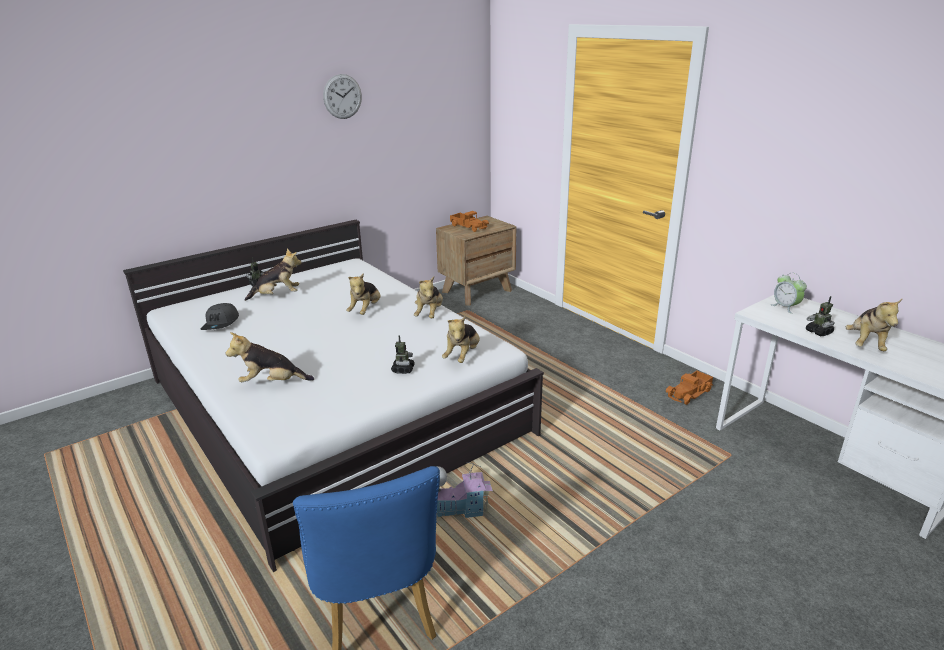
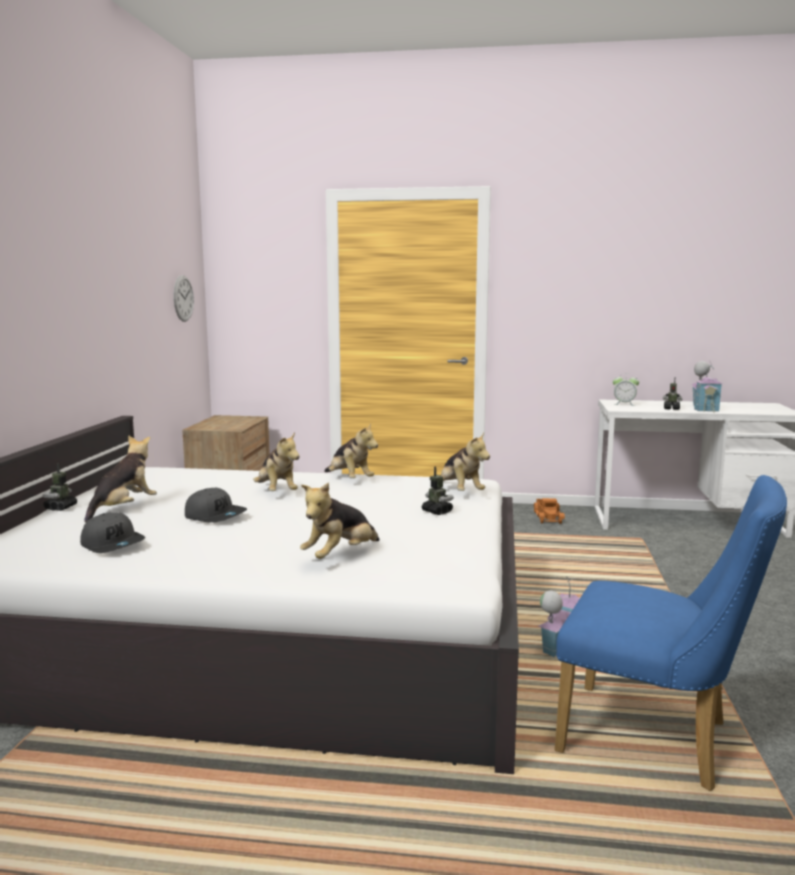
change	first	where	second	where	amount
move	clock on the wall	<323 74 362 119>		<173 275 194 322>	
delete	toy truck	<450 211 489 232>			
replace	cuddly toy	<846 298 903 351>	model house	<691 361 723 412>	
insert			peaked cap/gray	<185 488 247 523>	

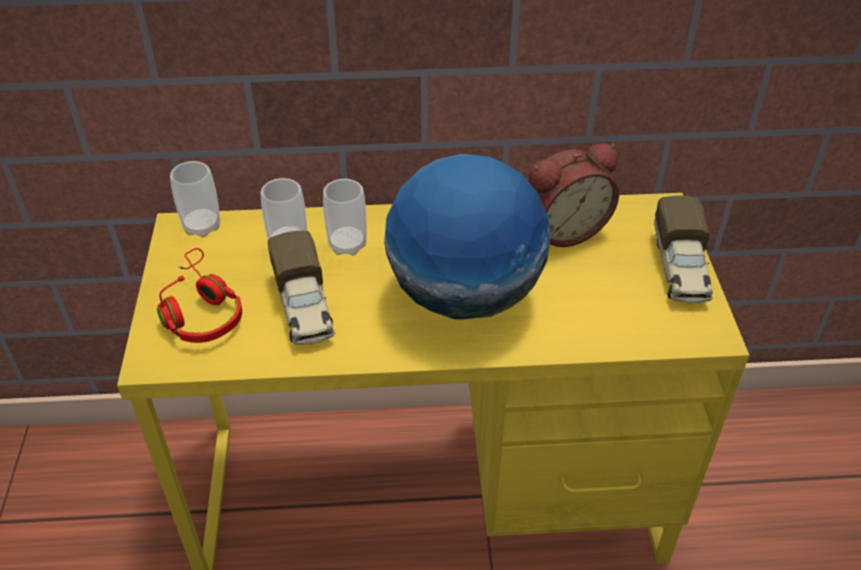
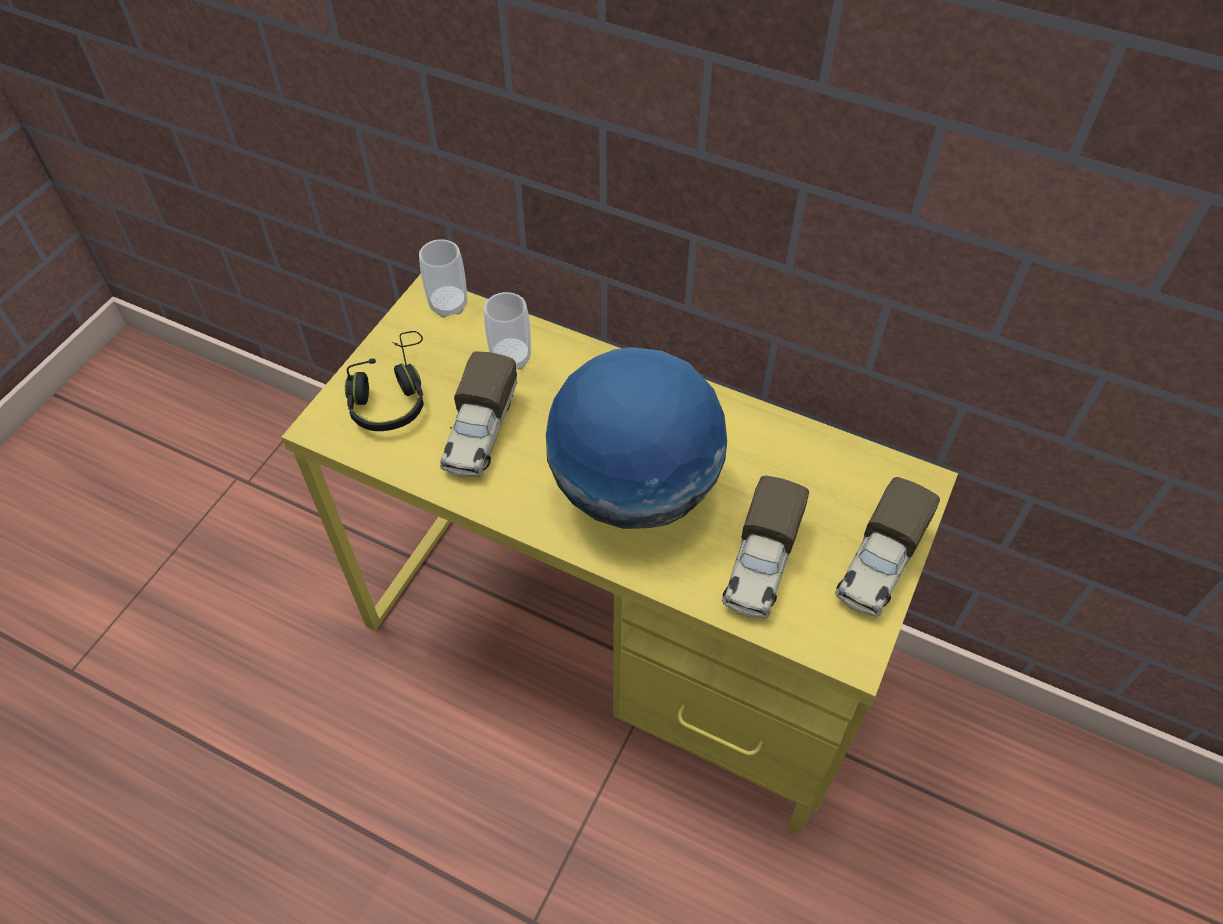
change	first	where	second	where	amount
recolor	pair of headphones/red-coloured	<157 248 242 343>	pair of headphones/black-coloured	<345 331 424 431>	
delete	small cup	<323 179 367 256>			
delete	table clock	<527 143 619 247>			
insert			toy truck	<722 475 809 618>	

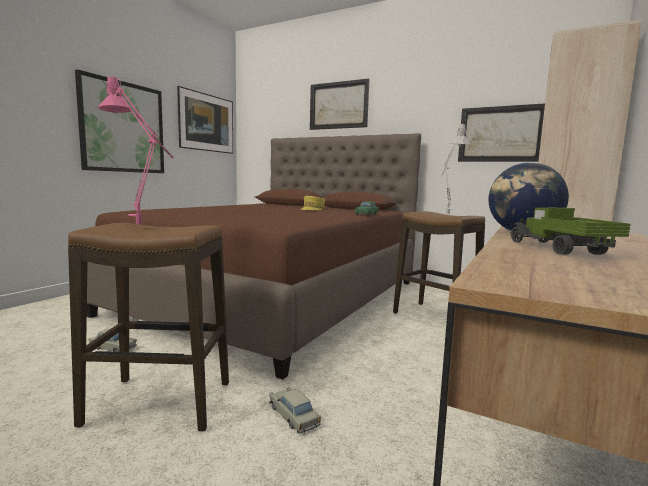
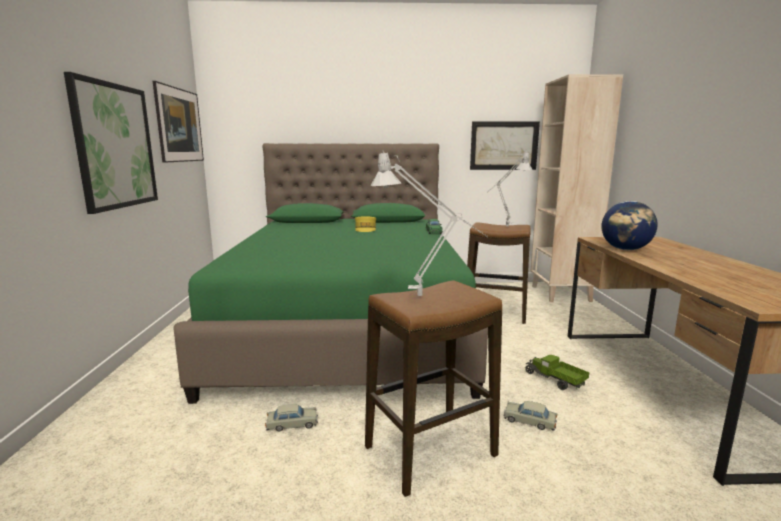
change	first	where	second	where	amount
recolor	bed/brownish	<87 133 421 379>	bed/green	<174 143 488 404>	
recolor	table lamp/pinkish	<98 75 174 225>	table lamp/gray	<370 150 489 296>	
delete	picture	<310 79 369 130>			
move	toy truck	<510 207 631 255>		<525 355 589 390>	

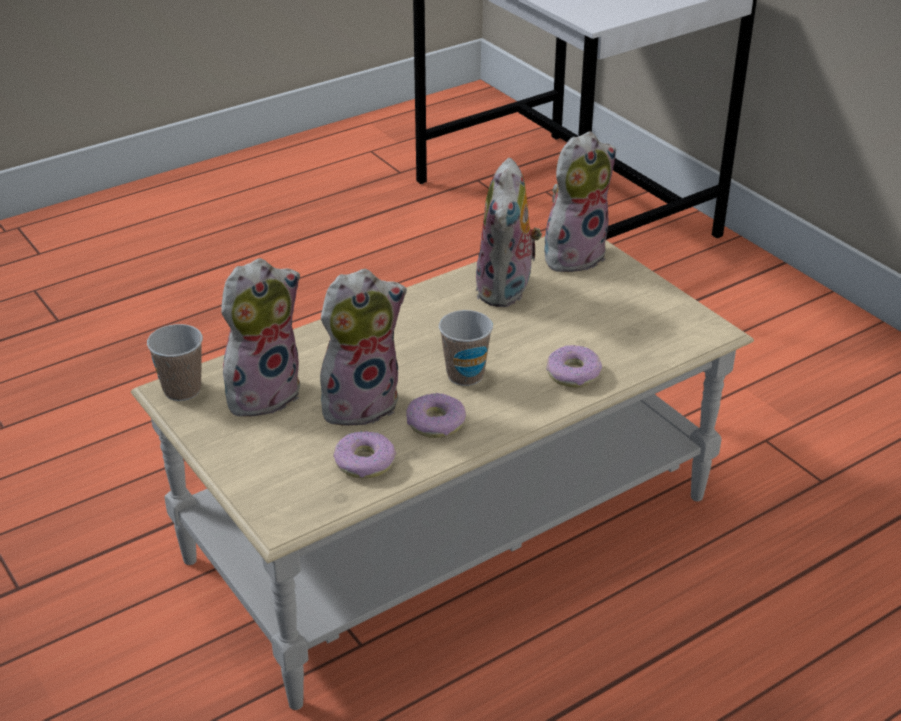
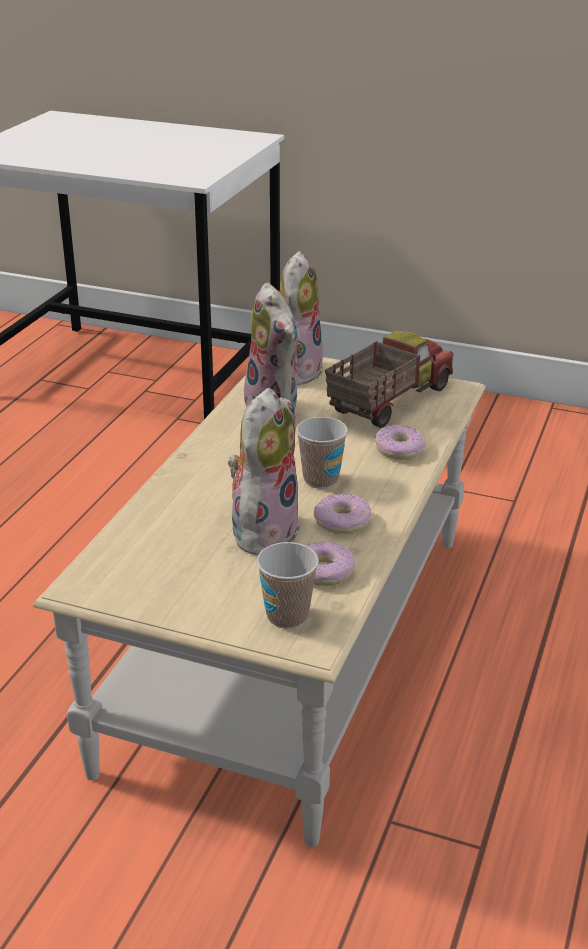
change	first	where	second	where	amount
move	small cup	<147 324 203 401>		<257 542 319 629>	
delete	cuddly toy	<221 258 300 417>			
insert			toy truck	<325 331 453 428>	

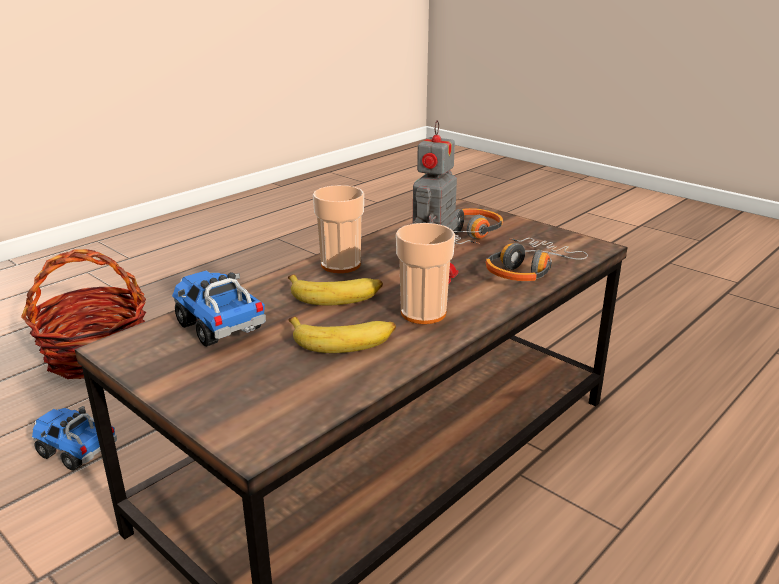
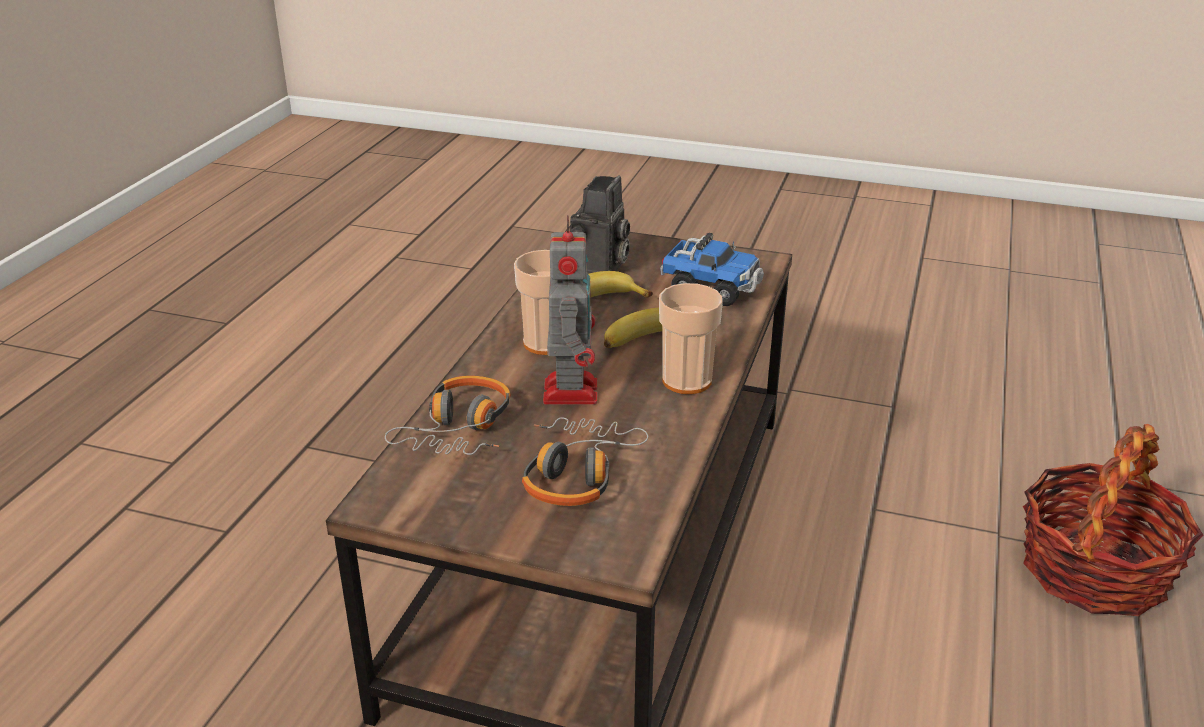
change	first	where	second	where	amount
delete	toy truck	<32 406 117 471>			
insert			photo camera	<570 175 630 274>	

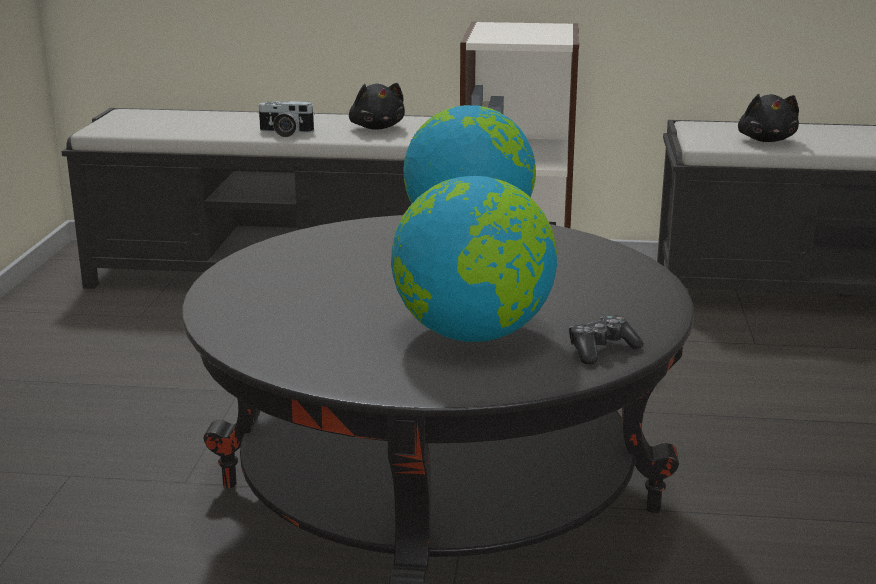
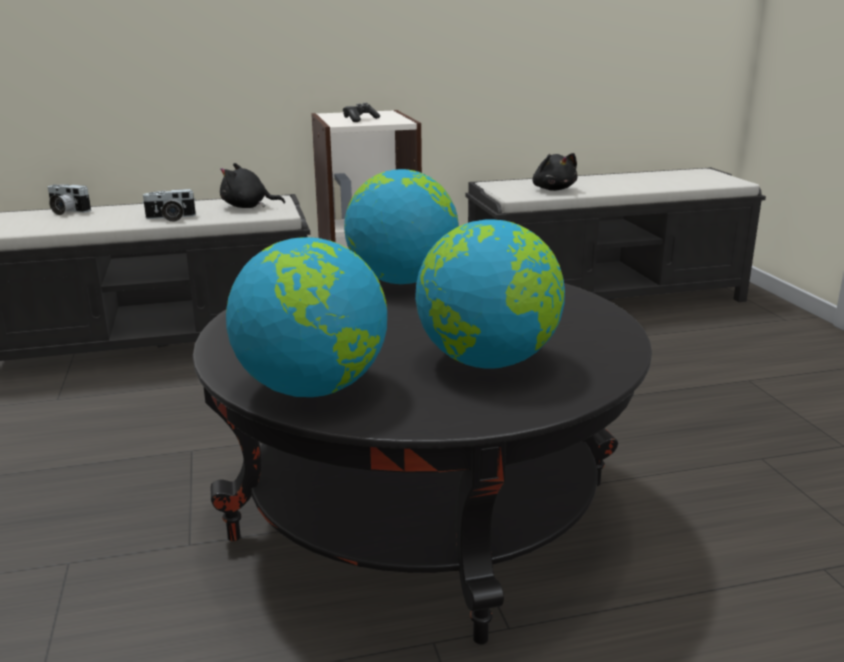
change	first	where	second	where	amount
rotate	cuddly toy/black-coloured	<349 83 405 130>		<220 163 285 208>	135 degrees clockwise
move	game controller	<569 315 644 365>		<343 103 380 122>	
insert			photo camera	<48 184 91 215>	
insert			desk globe	<226 237 387 397>	

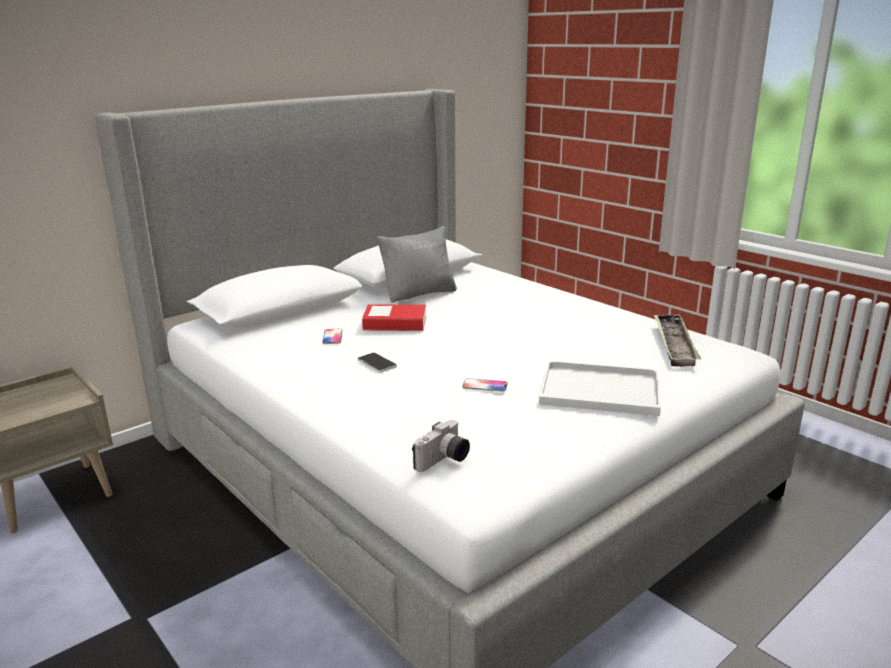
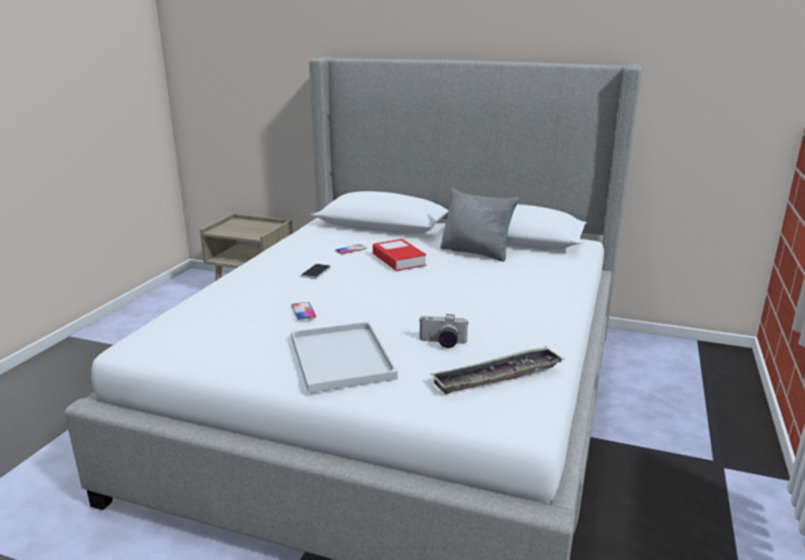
change	first	where	second	where	amount
move	photo camera	<412 420 470 472>		<419 314 469 348>	

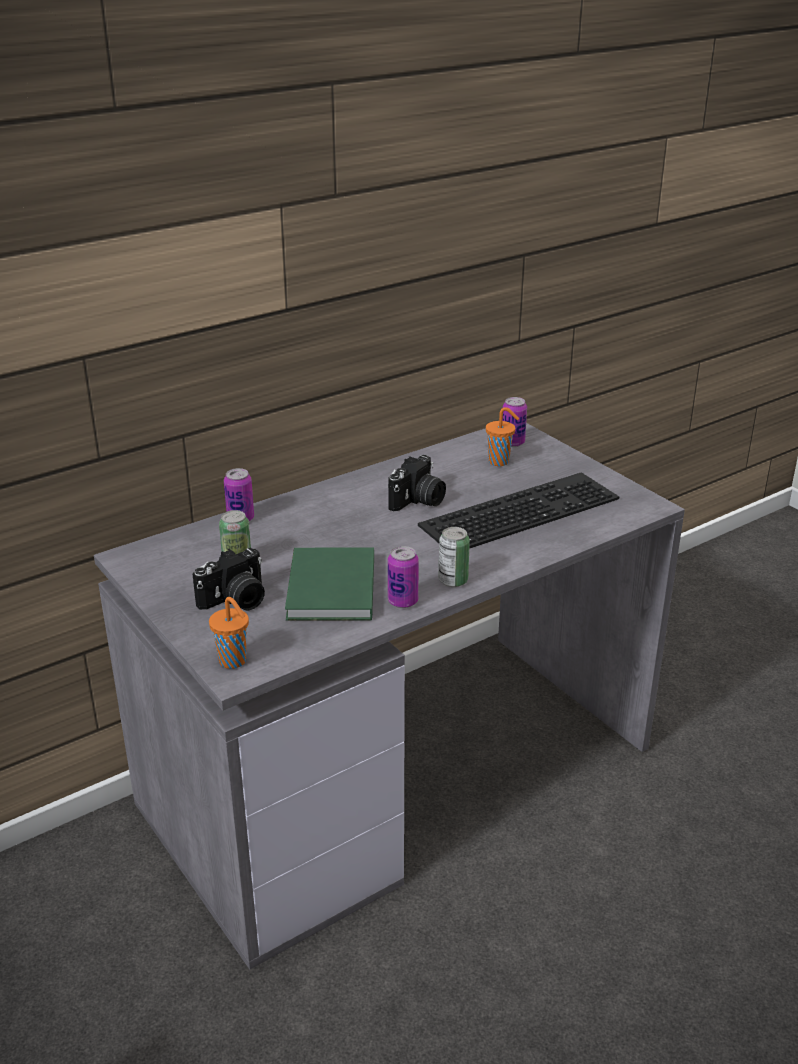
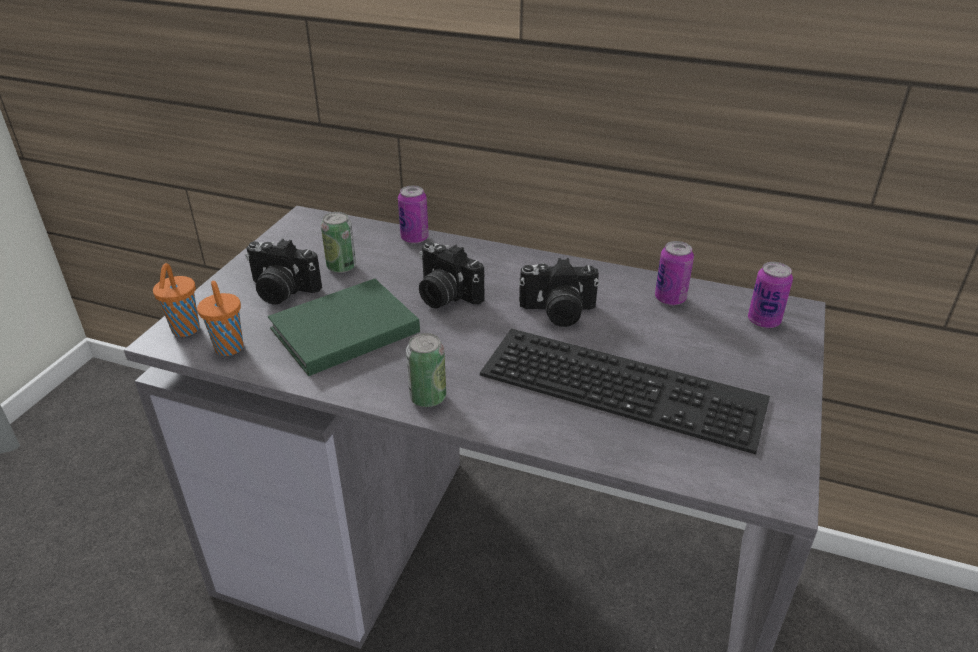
change	first	where	second	where	amount
move	sealed can	<388 546 419 608>		<655 241 694 306>	
move	small cup/orangey	<486 407 519 466>		<197 281 243 356>	
insert			photo camera	<419 241 485 308>	

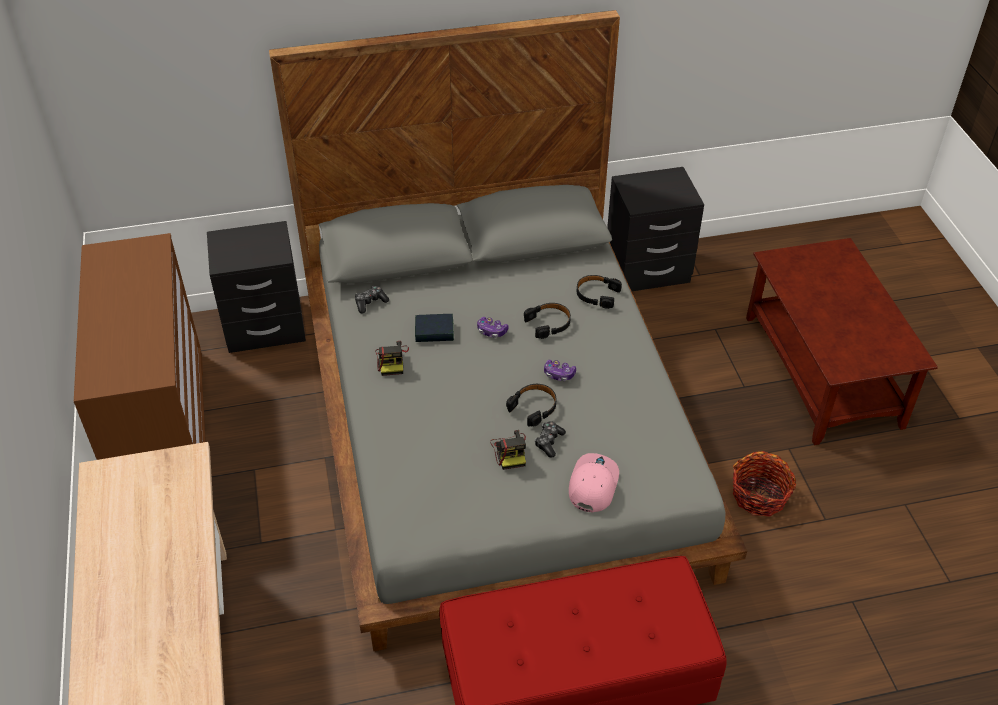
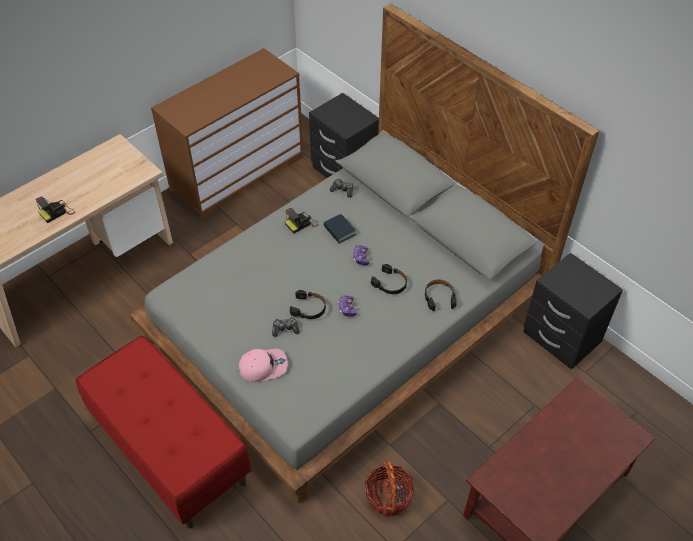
change	first	where	second	where	amount
move	photo camera	<490 430 526 470>		<36 196 75 223>	

